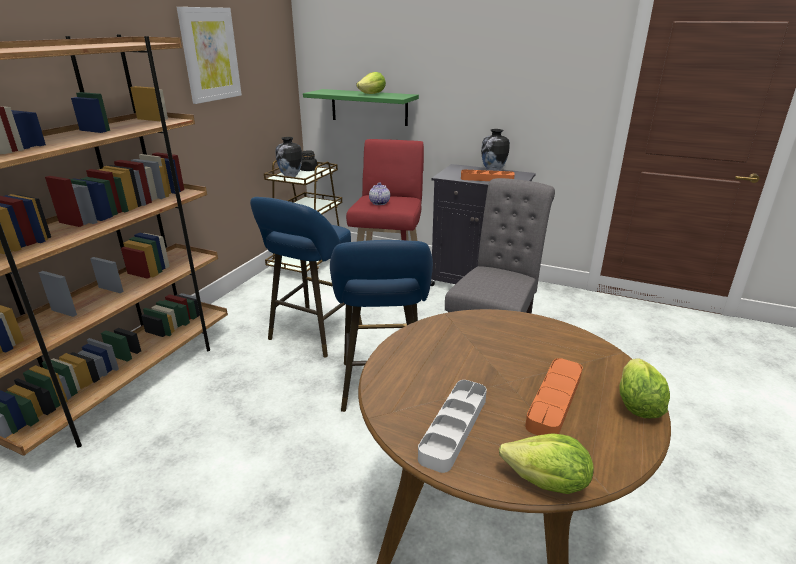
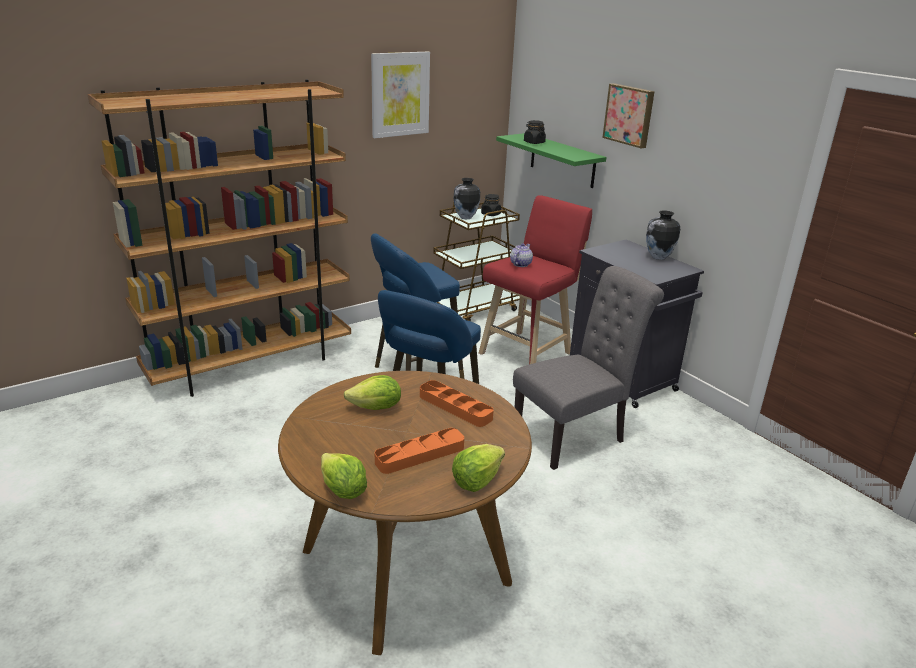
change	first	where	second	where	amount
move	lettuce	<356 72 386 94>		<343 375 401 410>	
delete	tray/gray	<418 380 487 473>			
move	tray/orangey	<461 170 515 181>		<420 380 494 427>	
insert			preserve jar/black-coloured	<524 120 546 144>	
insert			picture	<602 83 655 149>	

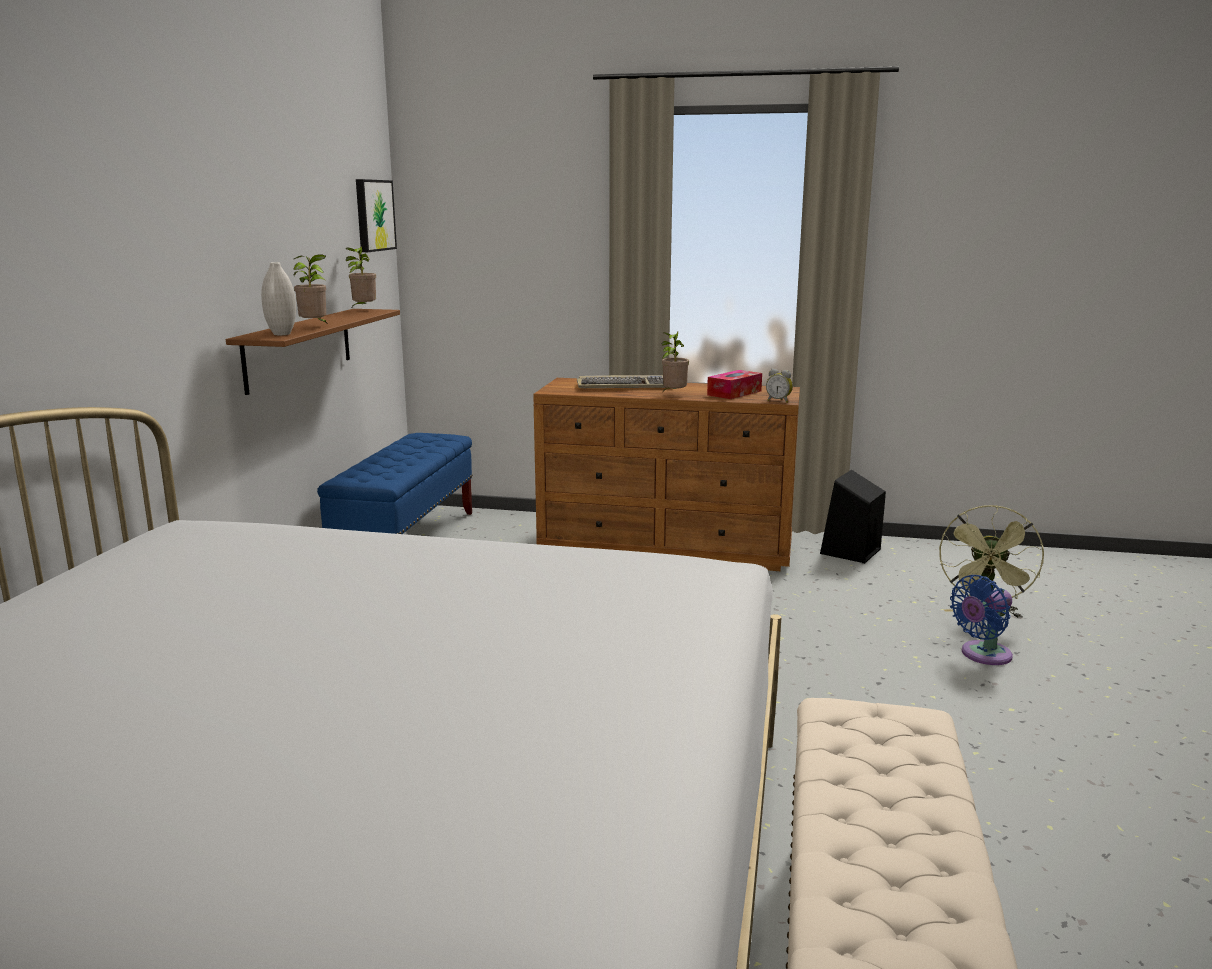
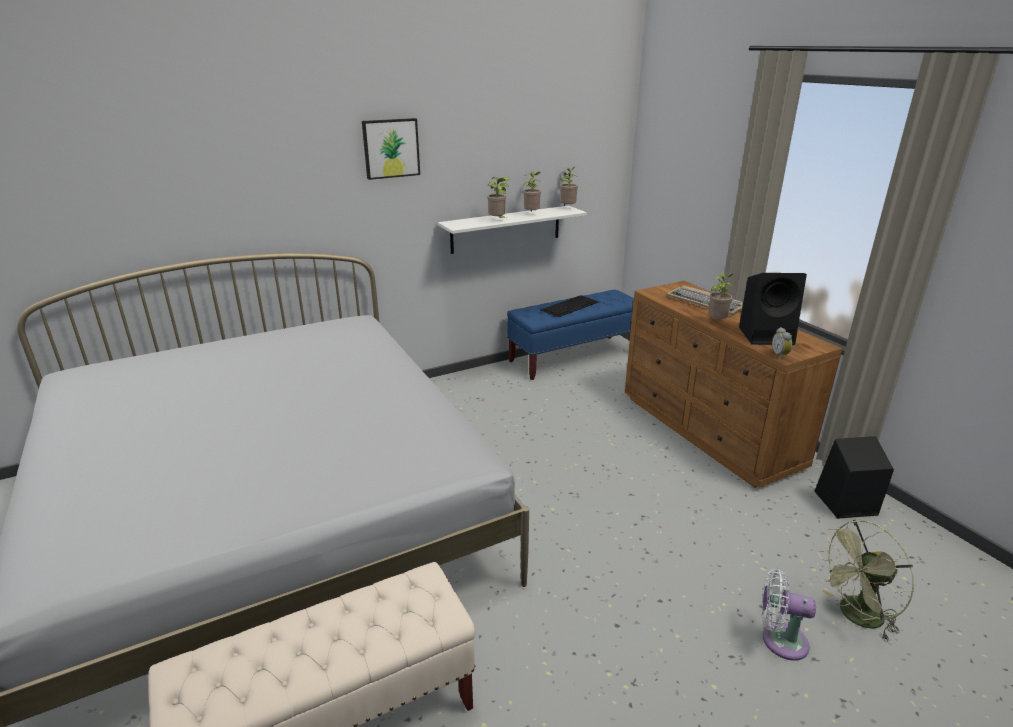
change	first	where	second	where	amount
recolor	bracket shelf/brownish	<226 309 400 395>	bracket shelf/white	<438 206 587 254>	
delete	flower vase/white	<261 262 296 335>			
move	picture	<356 179 397 252>		<362 118 420 180>	
replace	box of tissues	<707 370 762 399>	audio speaker/black-coloured	<739 273 807 345>	
recolor	cooling fan/bluish	<950 575 1013 665>	cooling fan/white	<762 569 816 661>	
insert			houseplant	<523 171 542 211>	
insert			PC keyboard	<540 295 599 317>	

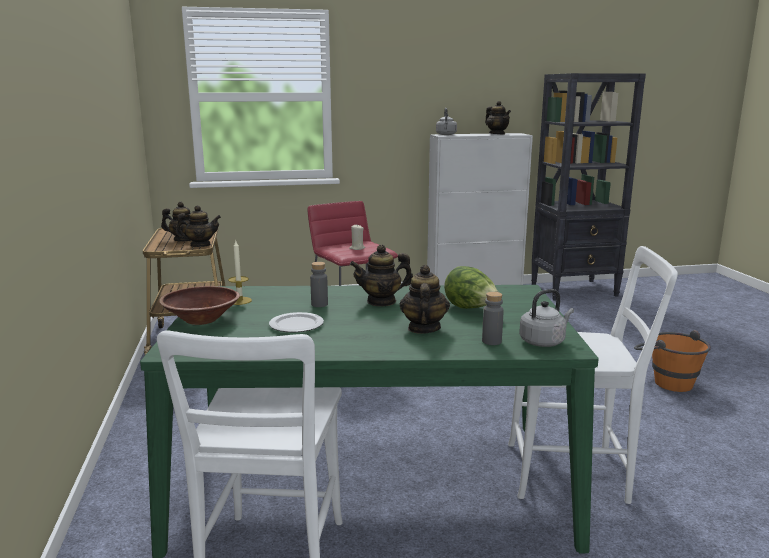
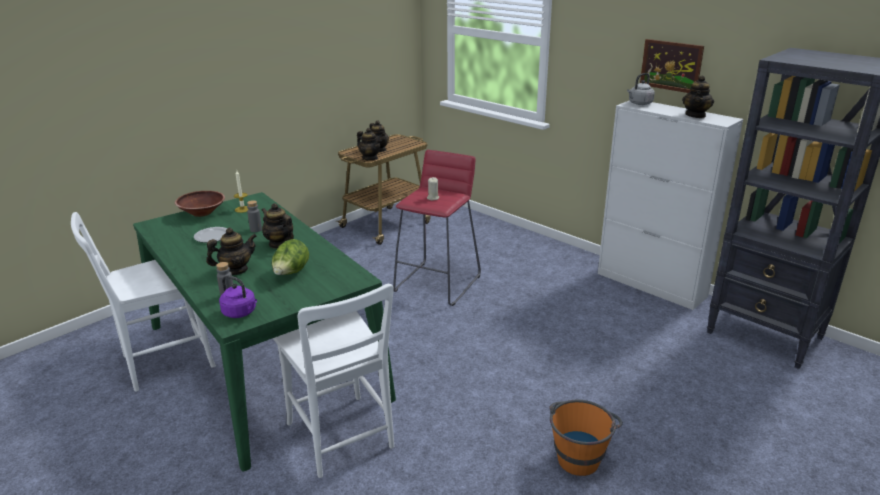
change	first	where	second	where	amount
recolor	kettle/gray	<519 289 574 347>	kettle/purple	<219 275 257 318>	
insert			picture	<640 39 704 93>	

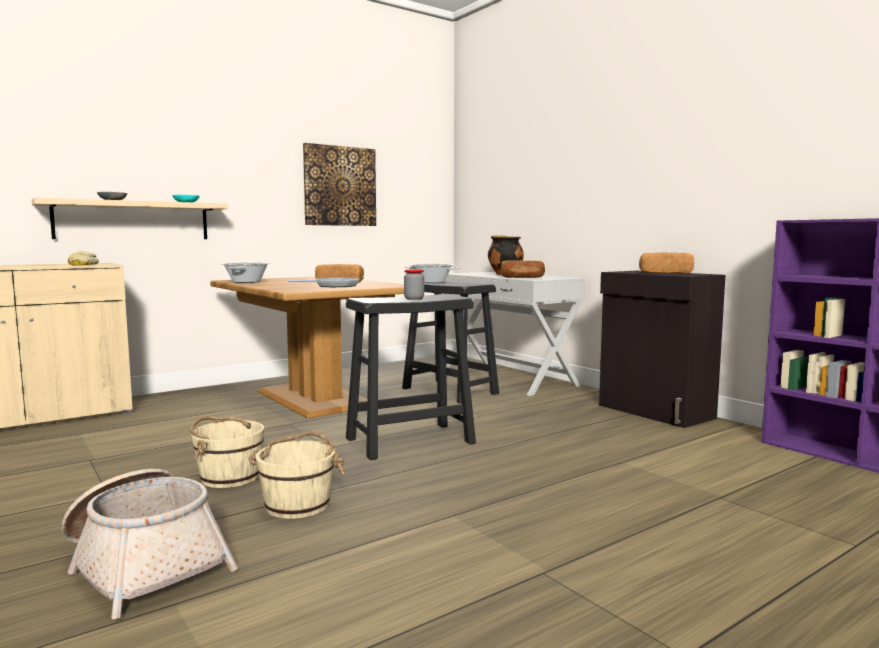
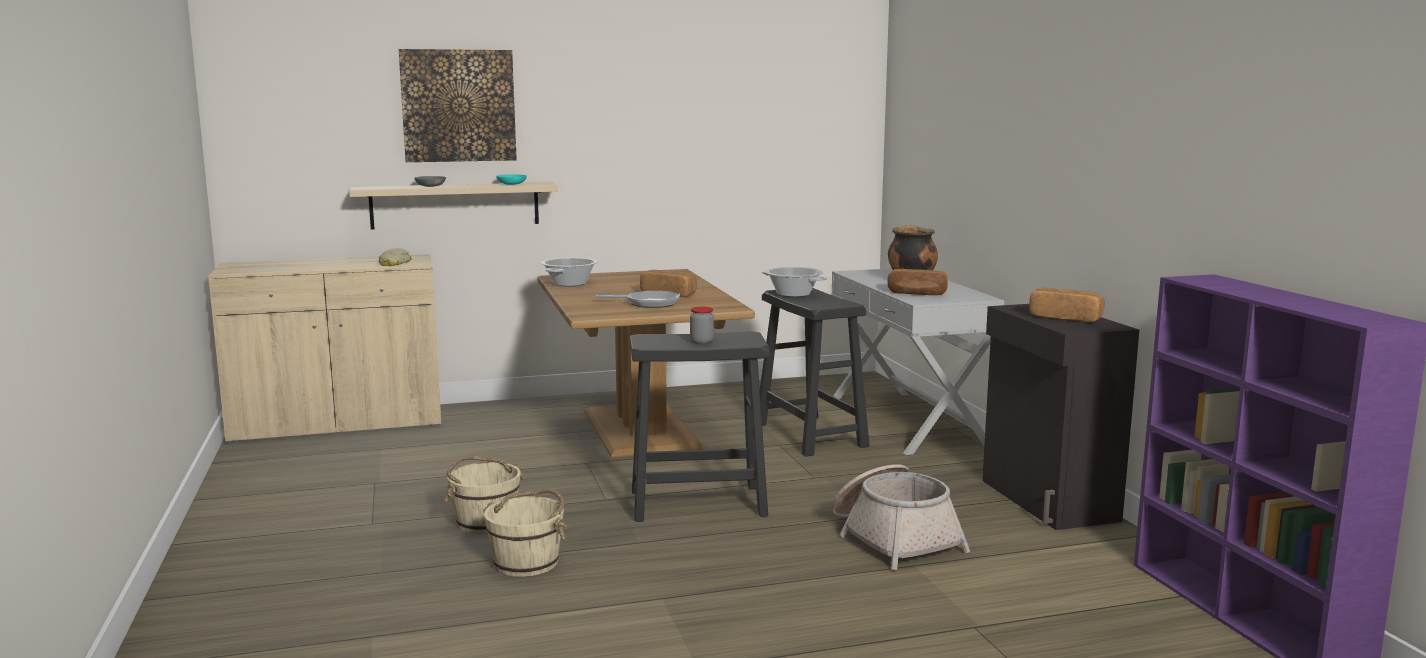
change	first	where	second	where	amount
move	basket	<62 469 238 619>		<832 464 970 570>	
move	picture	<303 143 376 226>		<399 49 517 162>	

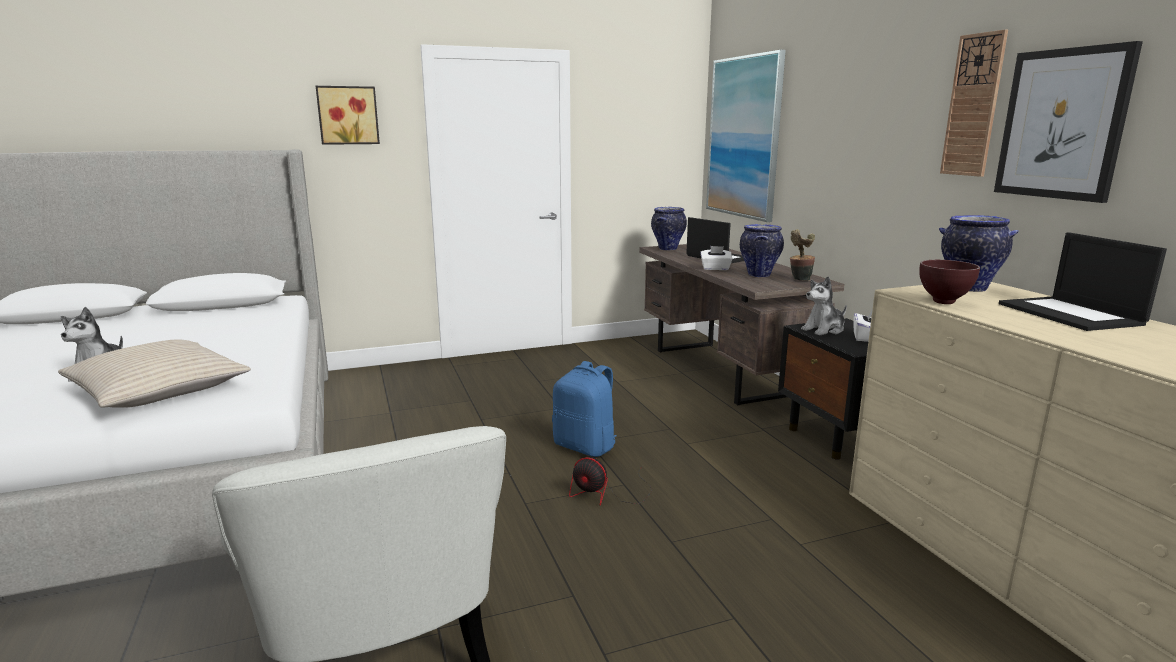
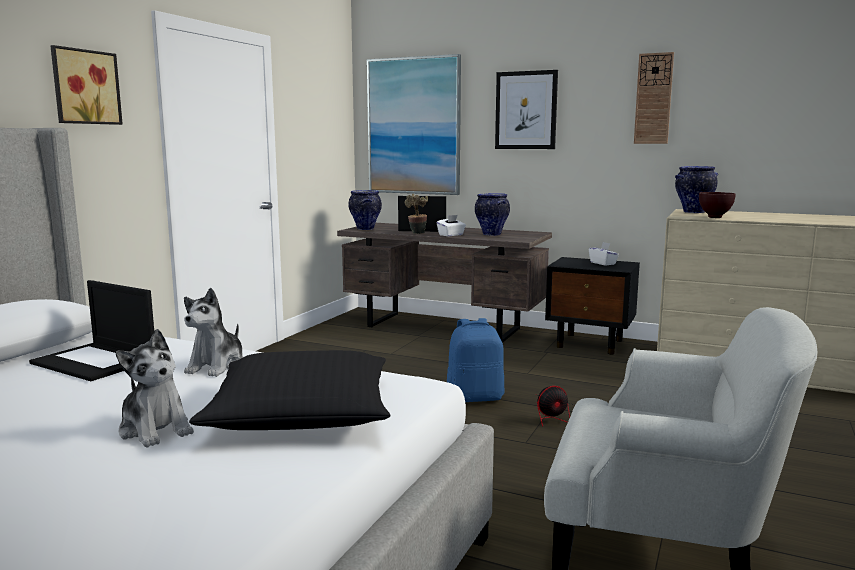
change	first	where	second	where	amount
recolor	pillow/beige-coloured	<58 339 251 408>	pillow/black-coloured	<189 350 390 430>	
move	houseplant	<790 229 815 281>		<404 194 428 234>	
move	cuddly toy	<801 276 847 336>		<184 288 243 377>	
move	picture	<994 41 1143 203>		<495 70 558 149>	
move	notebook computer	<999 232 1167 331>		<29 280 154 381>	

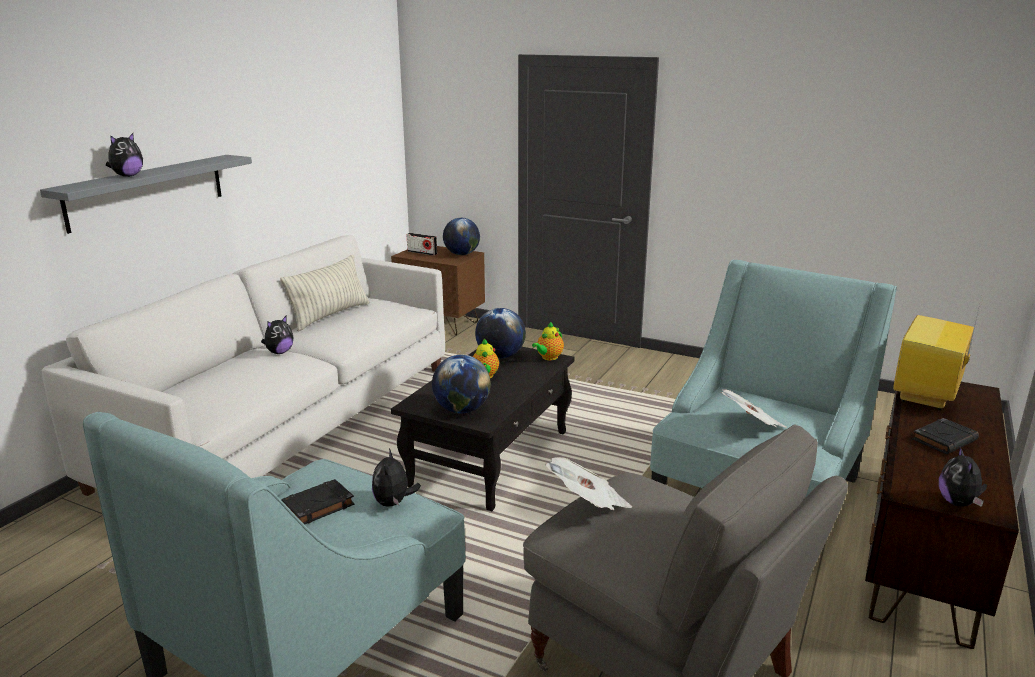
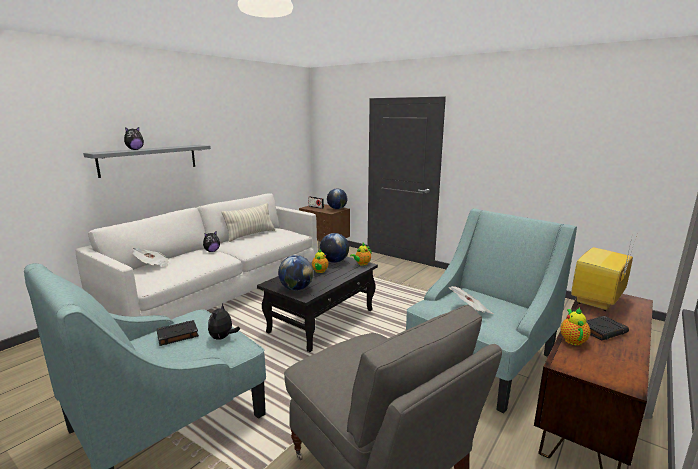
change	first	where	second	where	amount
move	newspaper	<545 457 632 510>		<132 248 169 267>	
delete	cuddly toy	<939 447 987 507>			
insert			teapot	<560 307 591 346>	

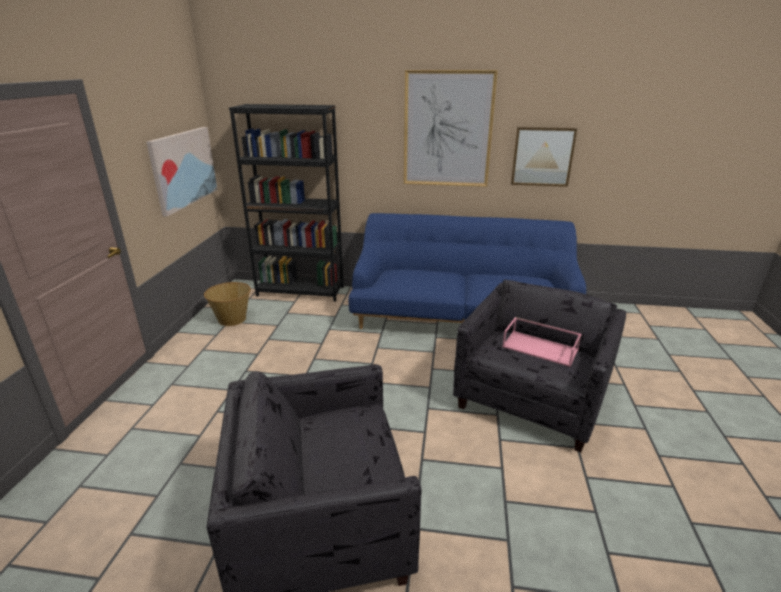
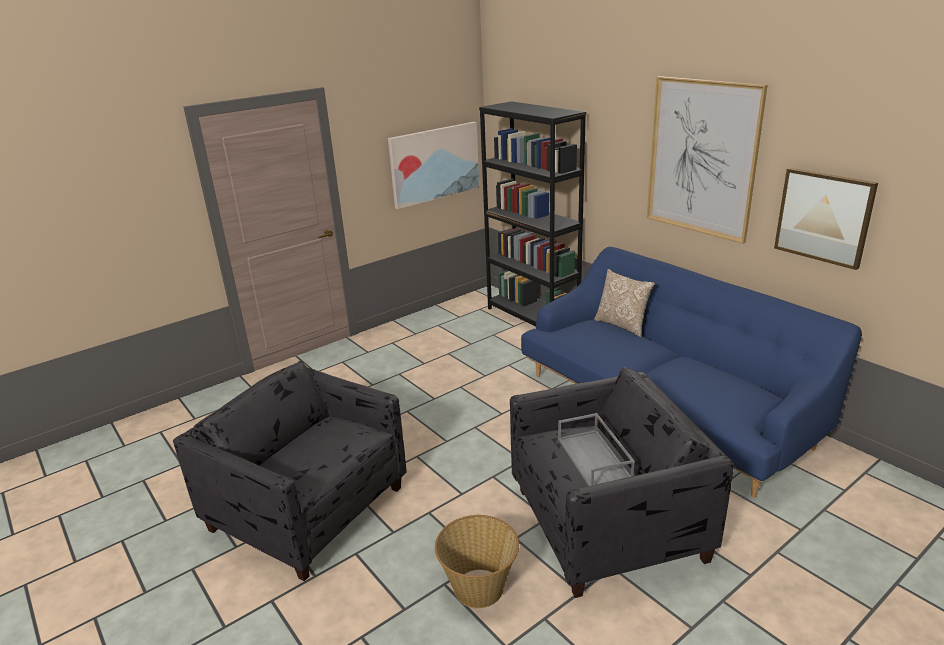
change	first	where	second	where	amount
move	basket	<204 282 251 326>		<435 515 519 608>	
recolor	tray/pinkish	<502 317 582 367>	tray/gray	<558 413 635 486>	
insert			pillow	<594 269 655 337>	

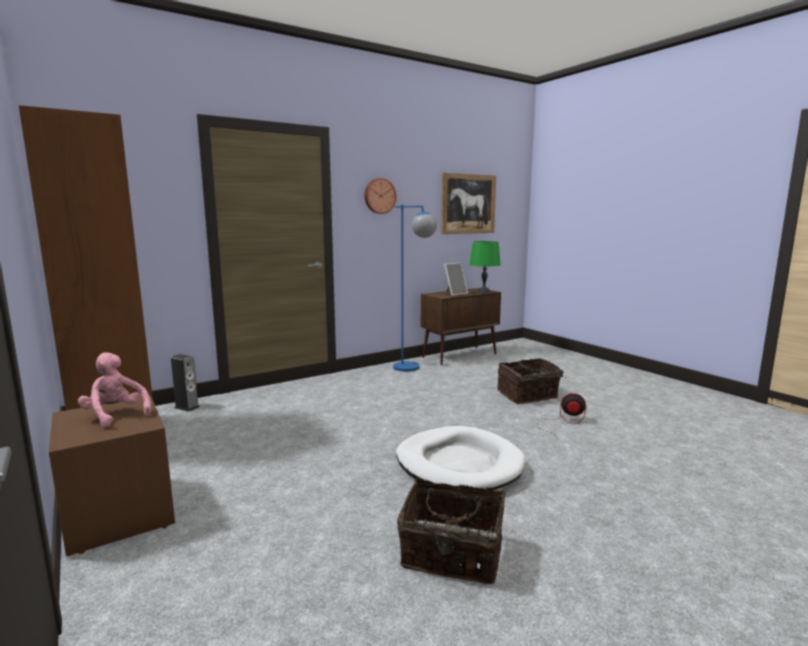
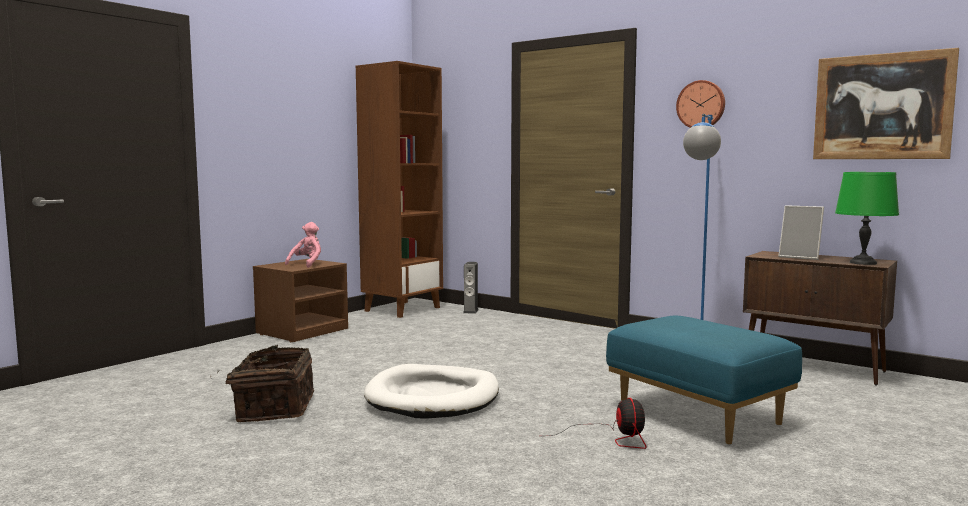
change	first	where	second	where	amount
replace	basket	<497 358 566 404>	ottoman/bluish	<606 315 802 445>	

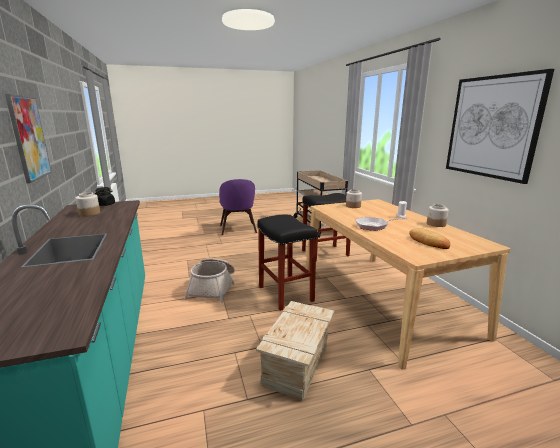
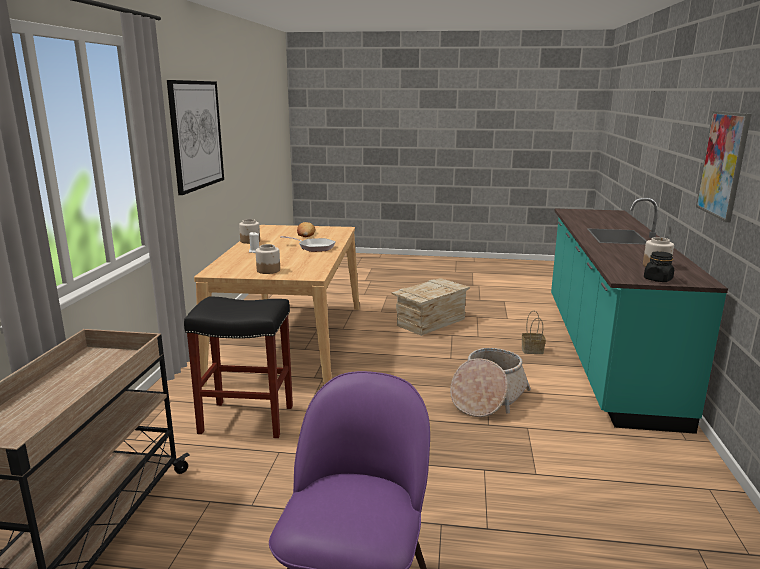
change	first	where	second	where	amount
delete	sitting stool/black-coloured	<257 215 318 311>			
insert			basket	<522 311 546 354>	

